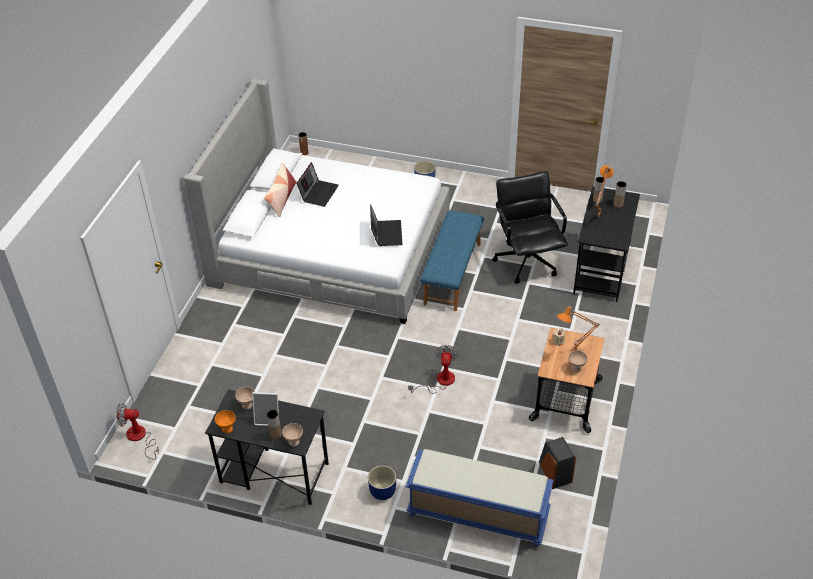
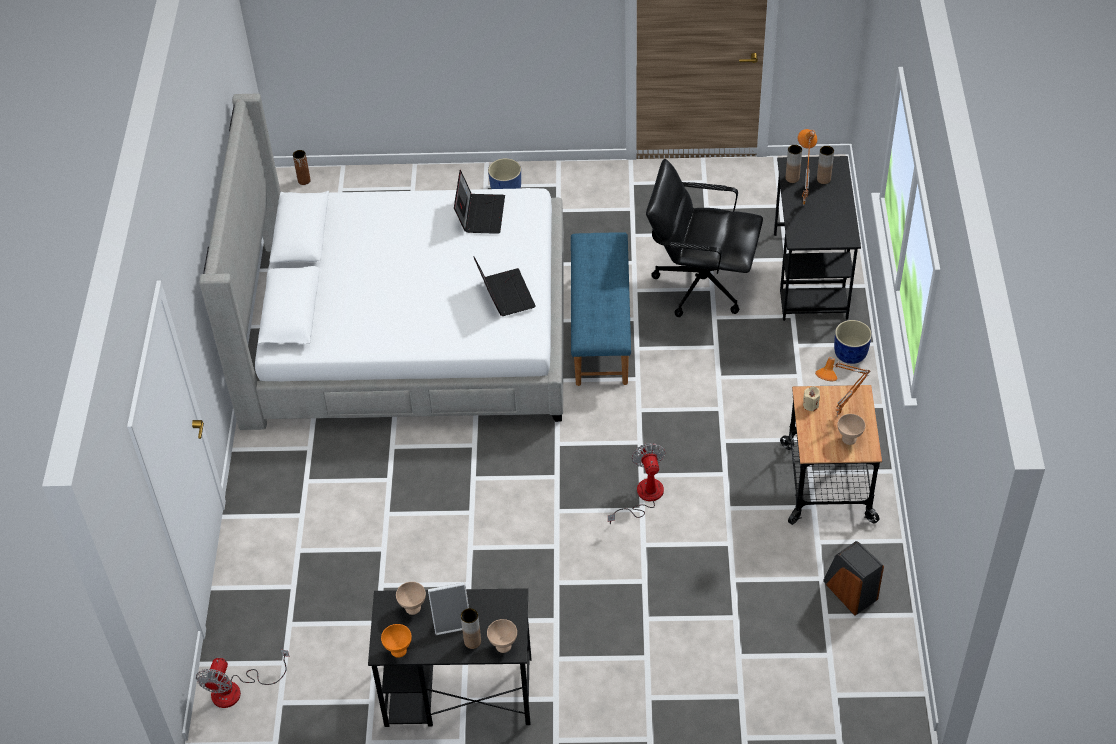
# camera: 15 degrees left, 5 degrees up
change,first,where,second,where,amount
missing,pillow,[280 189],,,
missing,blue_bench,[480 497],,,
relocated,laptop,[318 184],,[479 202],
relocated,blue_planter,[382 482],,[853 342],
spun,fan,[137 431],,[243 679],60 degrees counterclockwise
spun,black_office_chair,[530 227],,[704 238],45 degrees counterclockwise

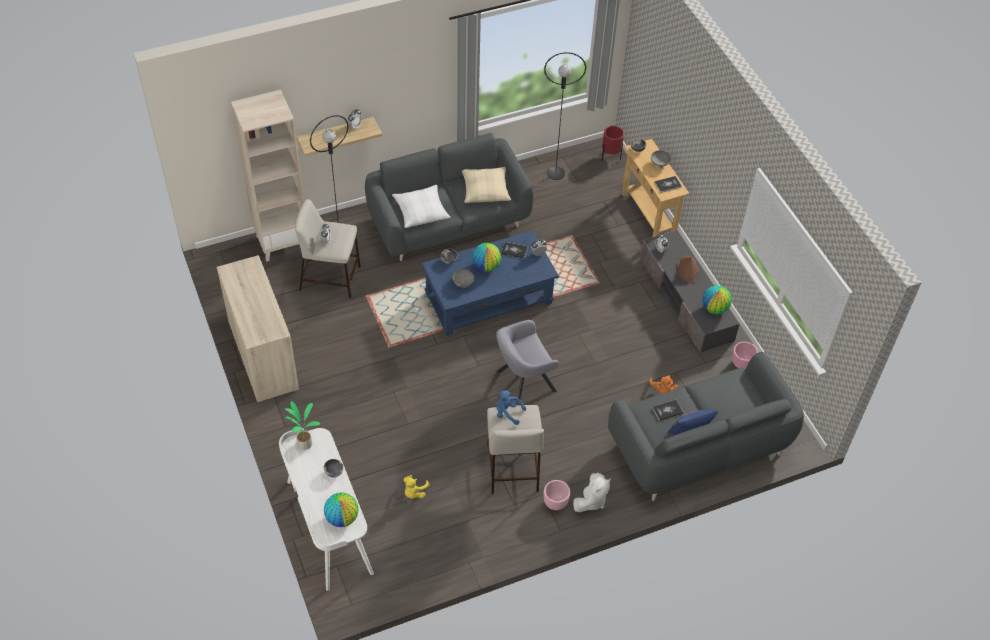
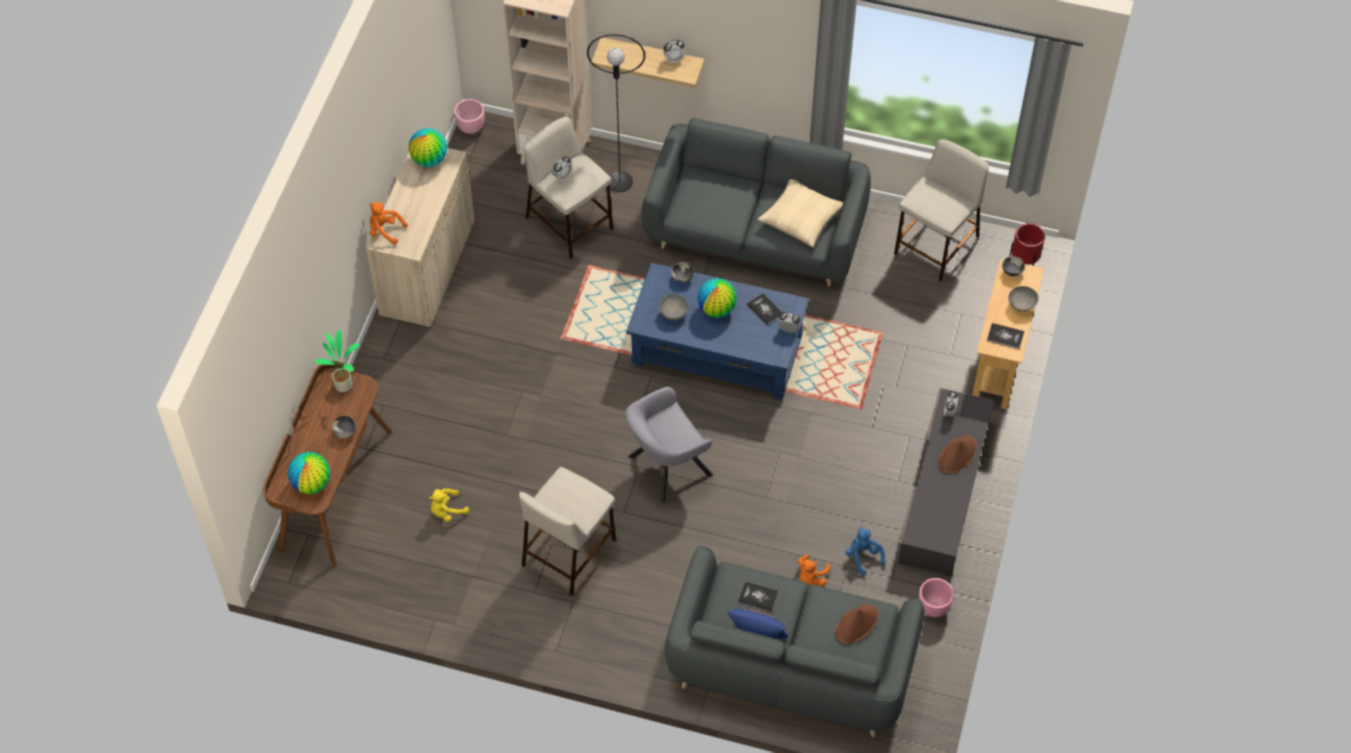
# camera: 40 degrees right, 5 degrees up
change,first,where,second,where,amount
missing,white_pillow,[421 206],,,
missing,white_plush_toy,[592 492],,,
appeared,,,orange_plush_toy,[388 223],
appeared,,,brown_hat,[857 624],
relocated,blue_plush_toy,[511 407],,[865 550],
relocated,pink_planter,[557 495],,[469 116],
relocated,globe,[717 299],,[428 147],
exchanged,black_floor_lamp,[565 116],beige_stool,[941 210],
colour,white_desk,[326 509],brown_desk,[327 464],
spun,grey_armchair,[527 362],,[669 445],45 degrees counterclockwise

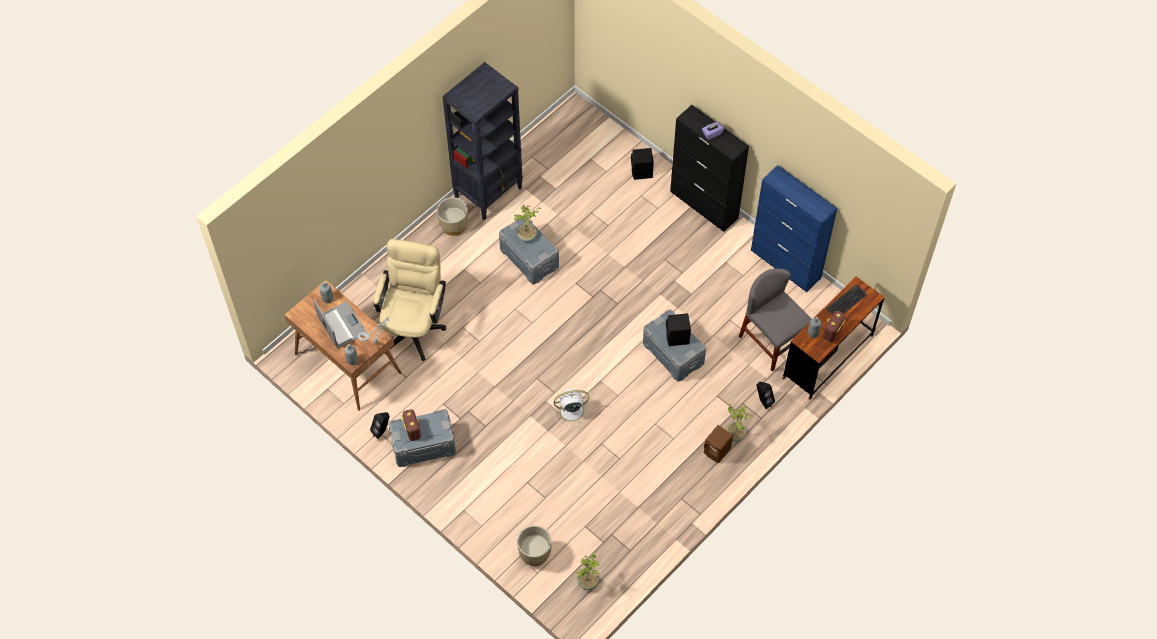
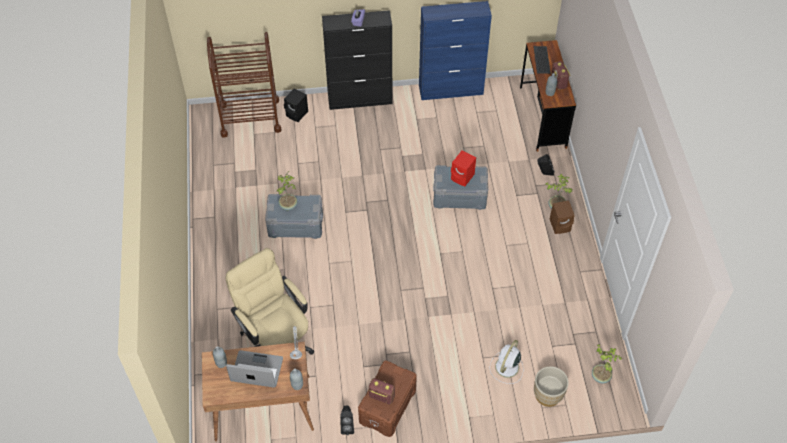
# camera: 50 degrees left, 5 degrees down
change,first,where,second,where,amount
missing,beige_planter,[452 216],,,
missing,black_bookcase,[482 141],,,
missing,grey_chair,[775 320],,,
appeared,,,brown_cart,[244 85],
relocated,white_fan,[572 408],,[506 362],
colour,grey_storage_box,[422 438],brown_storage_box,[387 398],
colour,black_speaker,[678 329],red_speaker,[463 168],

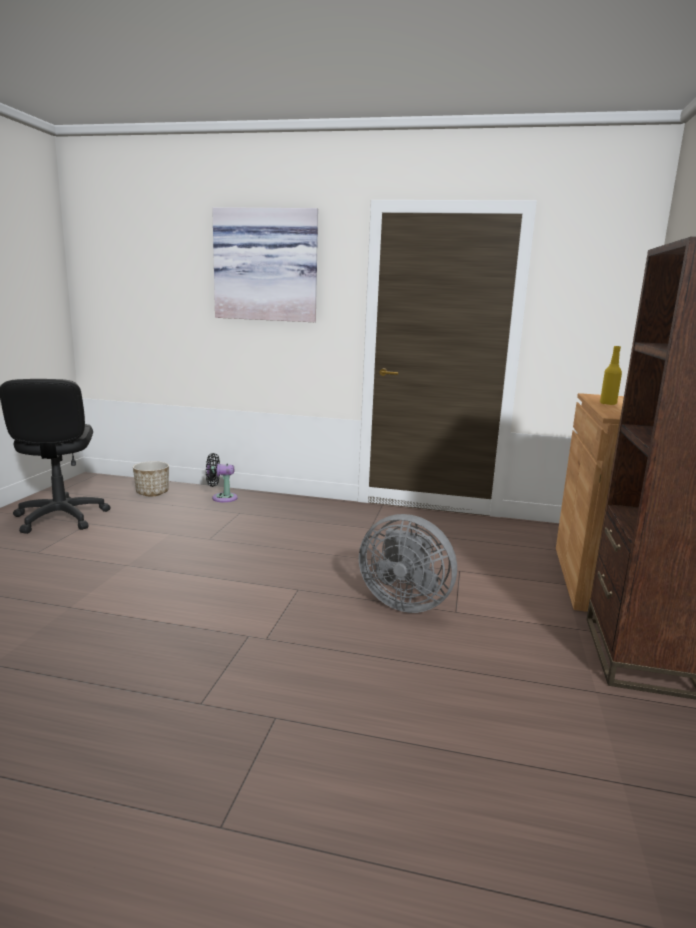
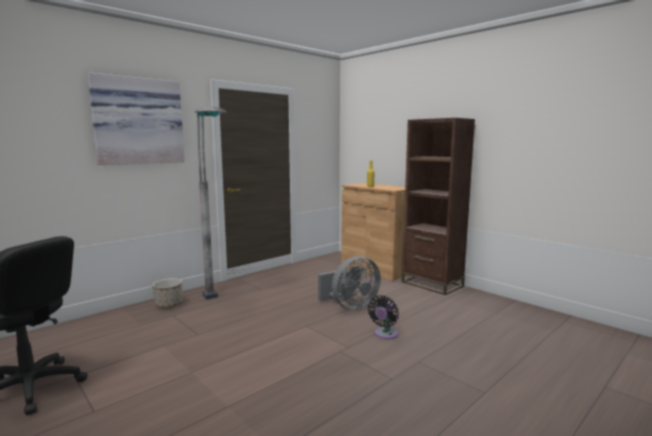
# camera: 55 degrees left, 5 degrees down
change,first,where,second,where,amount
appeared,,,grey_floor_lamp,[210 203],
relocated,planter,[151 478],,[167 293],
relocated,black_fan,[222 478],,[383 317],

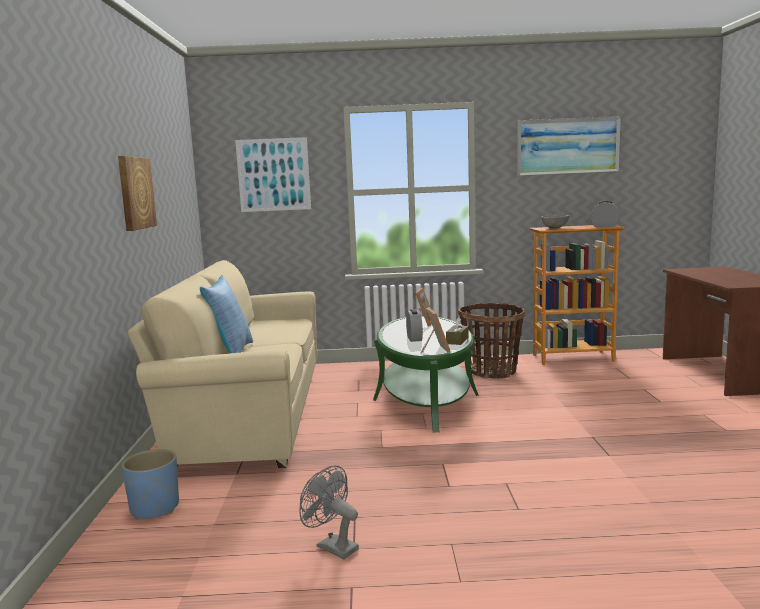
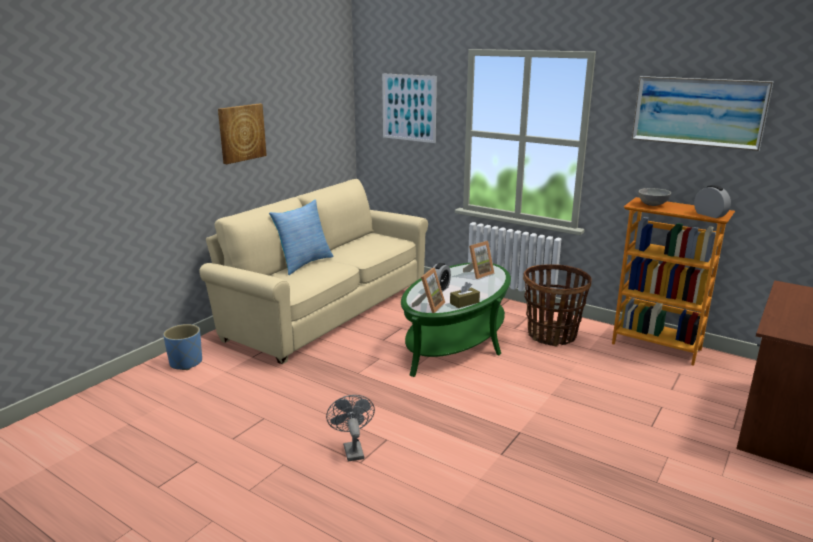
# camera: 35 degrees right, 10 degrees up
change,first,where,second,where,amount
relocated,grey_fan,[329 512],,[350 428],

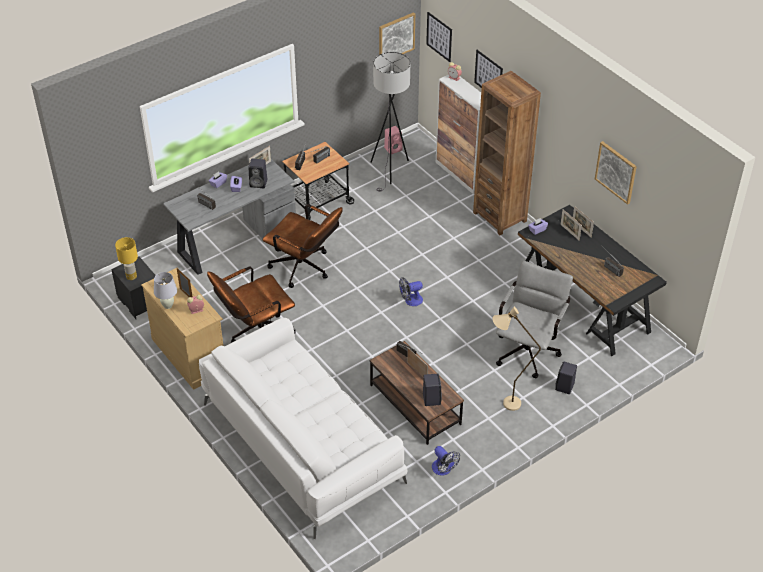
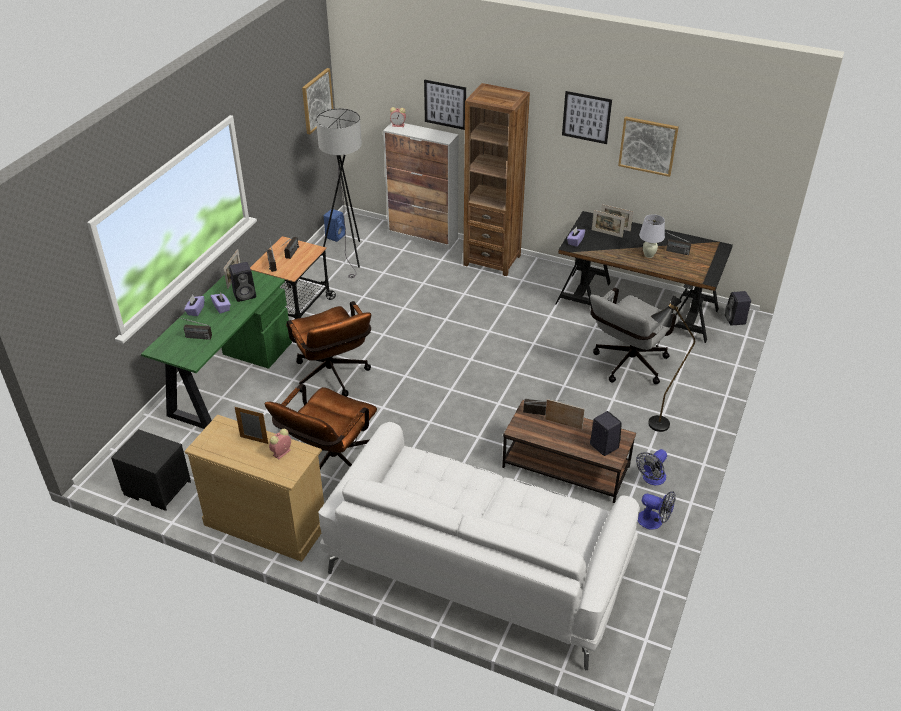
# camera: 30 degrees left, 5 degrees down
change,first,where,second,where,amount
missing,yellow_table_lamp,[126 258],,,
relocated,white_table_lamp,[165 290],,[652 236],
relocated,fan,[411 291],,[651 467],
relocated,picture,[439 37],,[587 117],
relocated,black_speaker,[566 377],,[738 308],
colour,grey_desk,[229 217],green_desk,[216 349],
colour,pink_speaker,[393 140],blue_speaker,[335 225],
colour,beige_floor_lamp,[517 359],black_floor_lamp,[671 364],
spun,brown_office_chair,[303 246],,[328 349],60 degrees clockwise
spun,grey_office_chair,[534 319],,[635 335],135 degrees counterclockwise

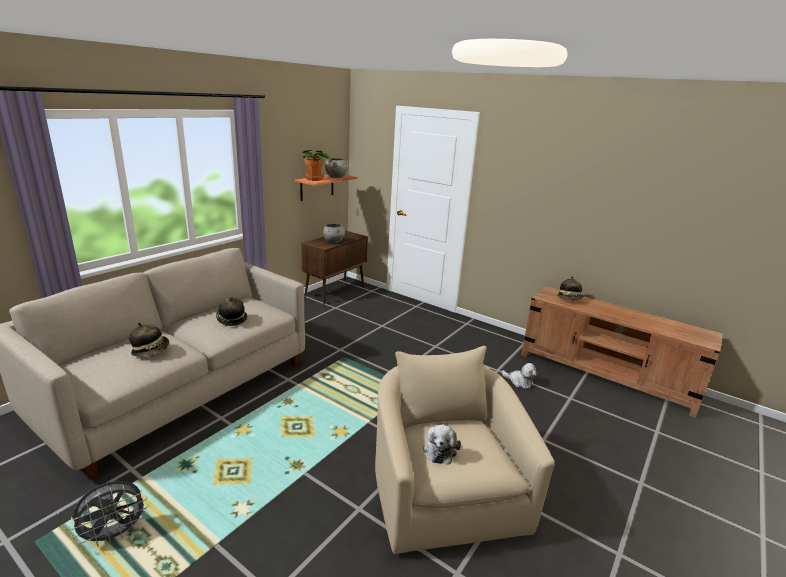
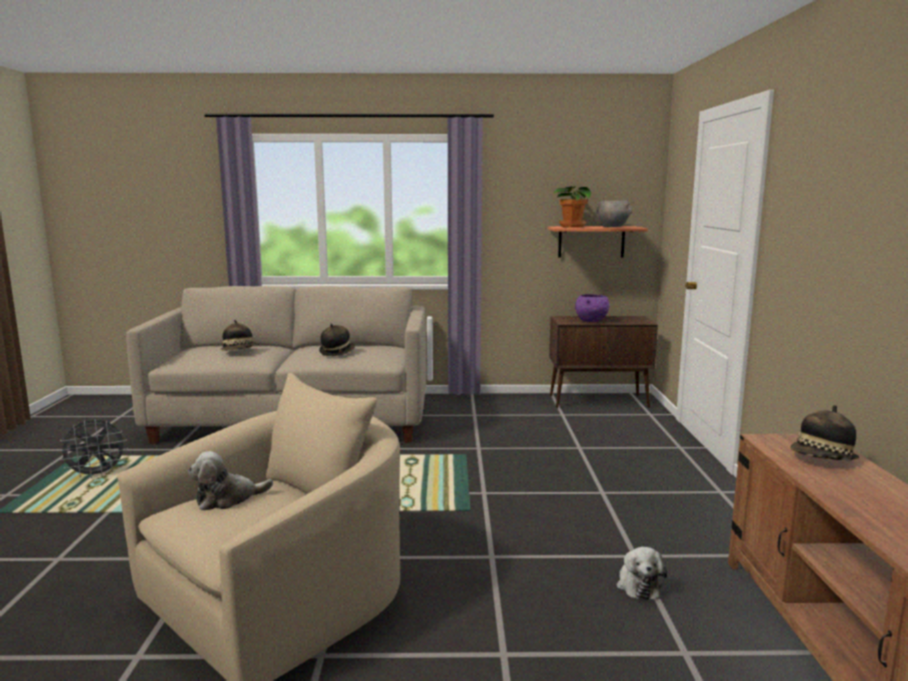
# camera: 55 degrees right, 10 degrees down
change,first,where,second,where,amount
colour,grey_bowl,[334 234],purple_bowl,[592 308],
spun,grey_fan,[109 513],,[93 448],45 degrees counterclockwise

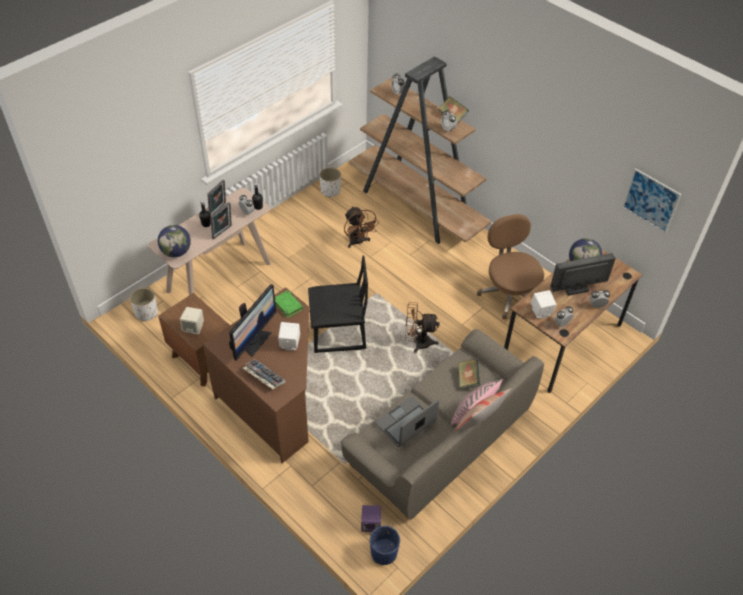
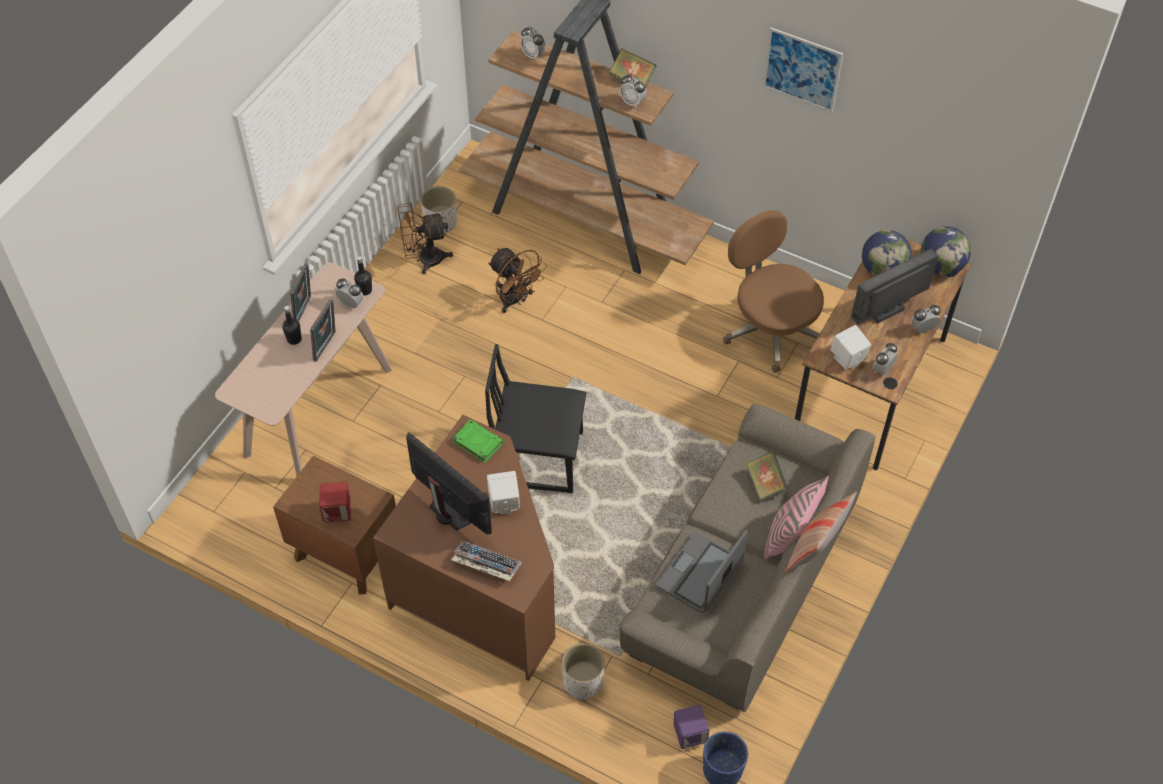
# camera: 15 degrees left, 5 degrees up
change,first,where,second,where,amount
relocated,white_planter,[144 304],,[583 671],
relocated,globe,[174 241],,[946 251],
relocated,brown_fan,[422 327],,[425 238],
relocated,picture,[651 201],,[802 70],
colour,beige_speaker,[192 320],red_speaker,[335 502],
spun,monitor,[252 322],,[449 483],60 degrees counterclockwise
spun,black_chair,[338 304],,[536 418],150 degrees counterclockwise

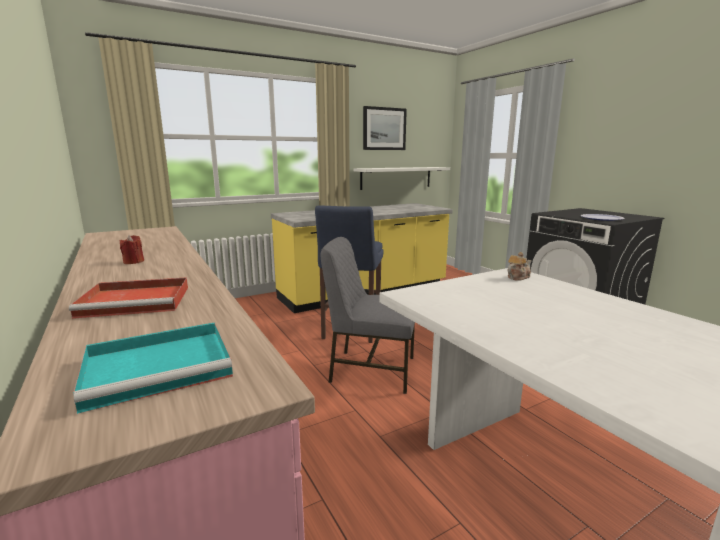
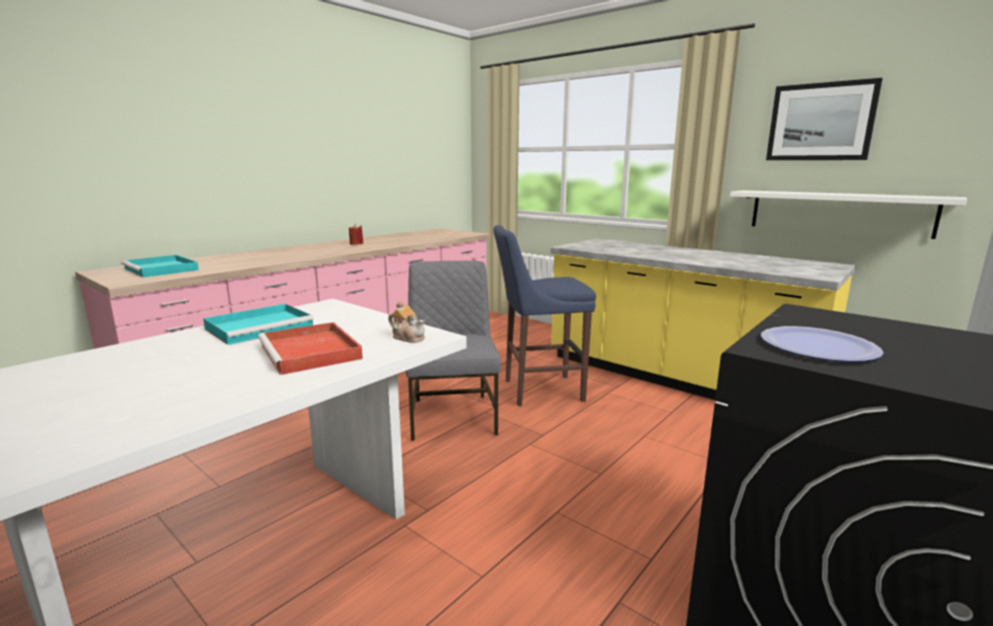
# camera: 70 degrees right, 0 degrees up
change,first,where,second,where,amount
appeared,,,turquoise_tray,[258 324],
relocated,red_tray,[128 298],,[310 348],

